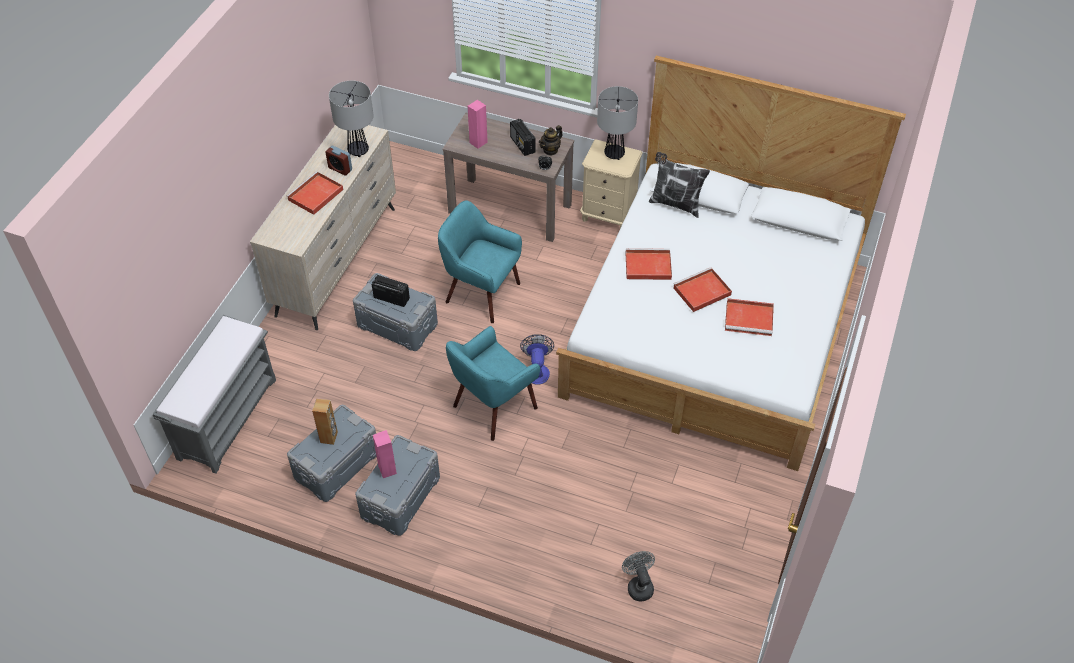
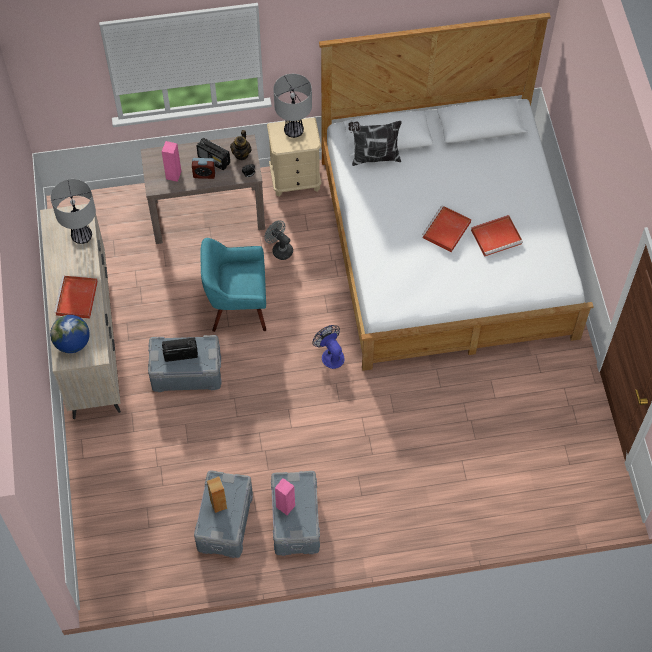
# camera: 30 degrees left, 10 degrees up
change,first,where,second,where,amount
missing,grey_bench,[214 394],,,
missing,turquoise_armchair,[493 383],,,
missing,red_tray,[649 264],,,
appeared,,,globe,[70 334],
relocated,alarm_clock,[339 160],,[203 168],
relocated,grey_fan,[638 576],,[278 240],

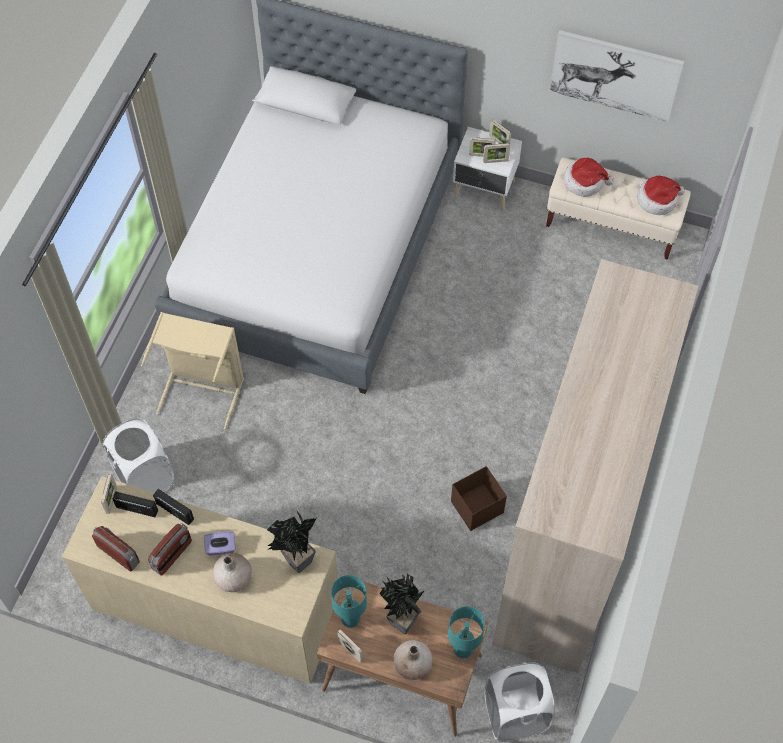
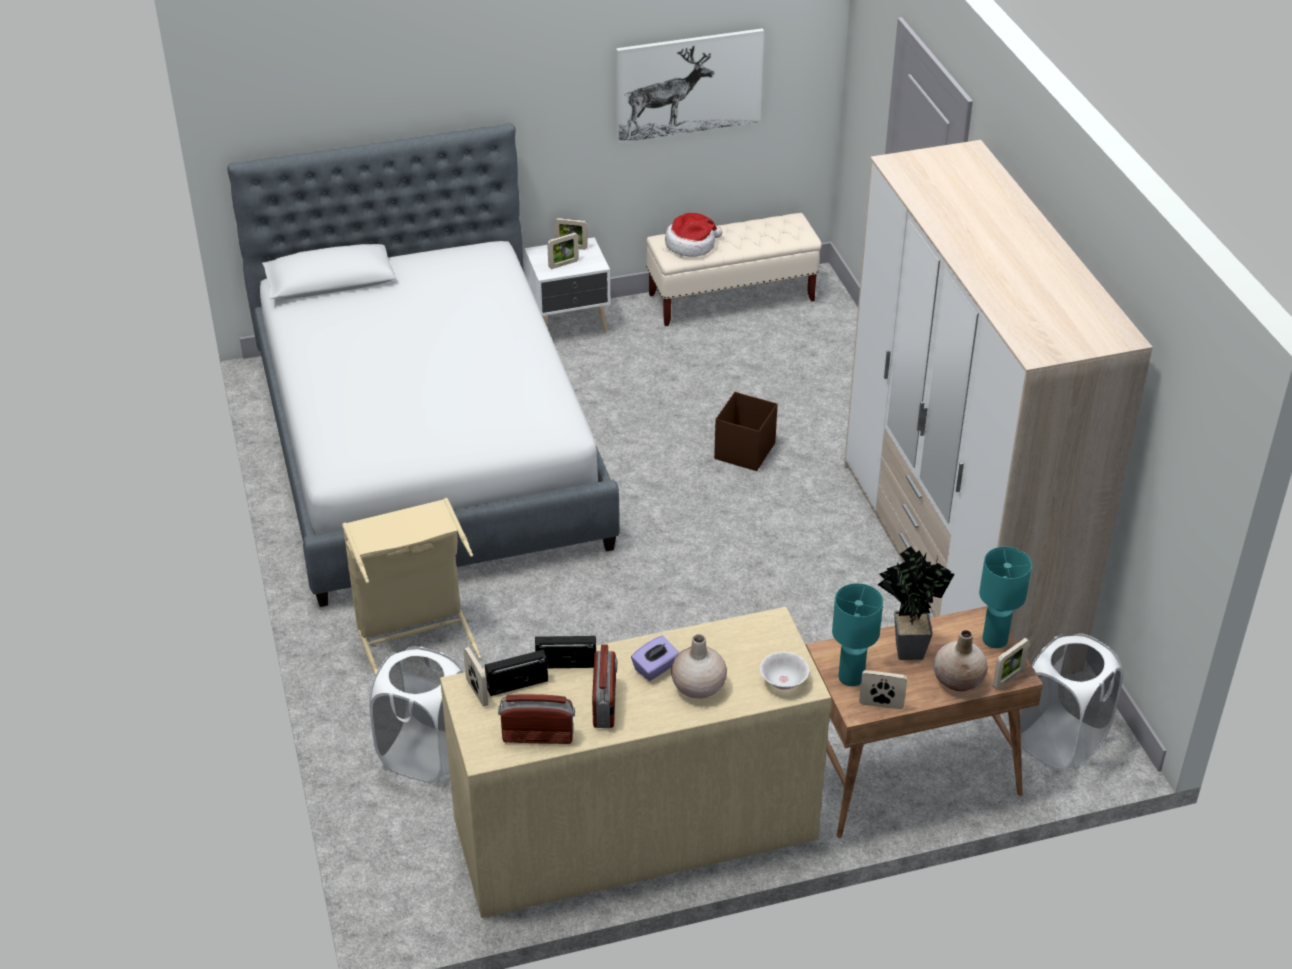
# camera: 35 degrees left, 20 degrees down
change,first,where,second,where,amount
missing,potted_plant,[292 542],,,
missing,hat,[661 195],,,
appeared,,,white_bowl,[784 671],
relocated,brown_storage_box,[479 498],,[746 431],
relocated,picture_frame,[496 153],,[1011 663],

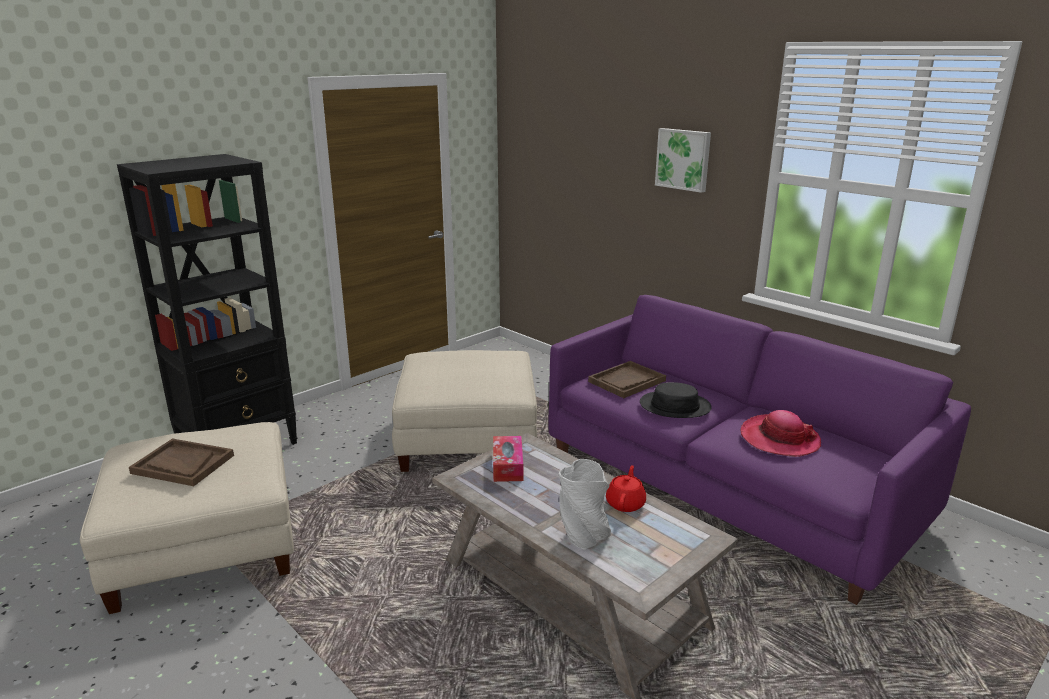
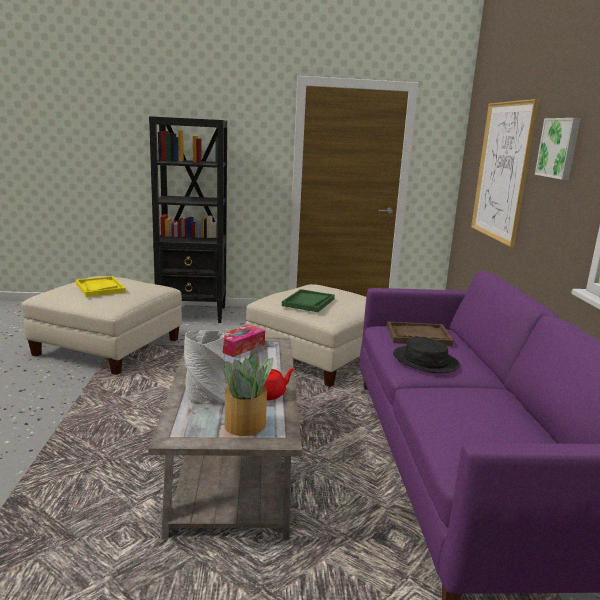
# camera: 40 degrees right, 5 degrees down
change,first,where,second,where,amount
missing,hat,[781 433],,,
appeared,,,potted_plant,[248 394],
appeared,,,green_tray,[308 300],
appeared,,,picture,[505 173],
colour,brown_tray,[181 462],yellow_tray,[101 286],

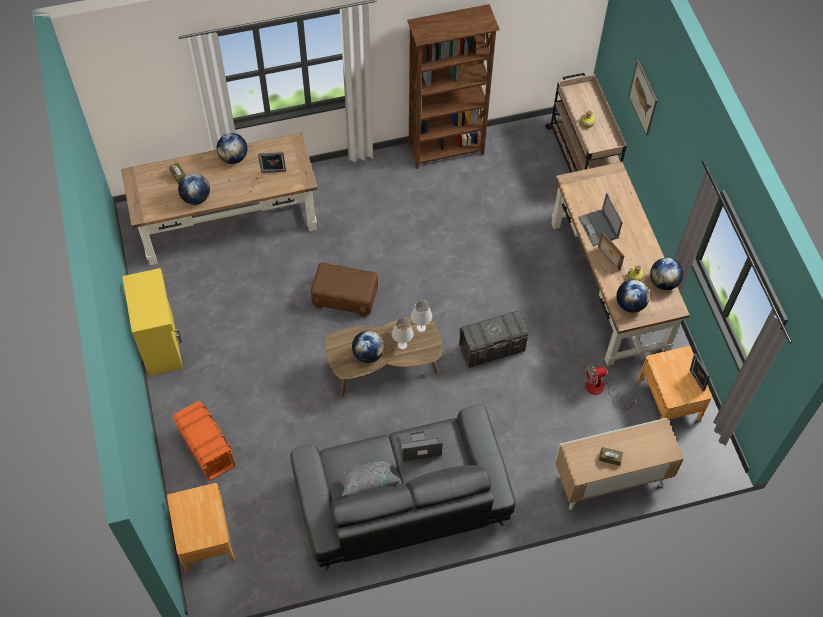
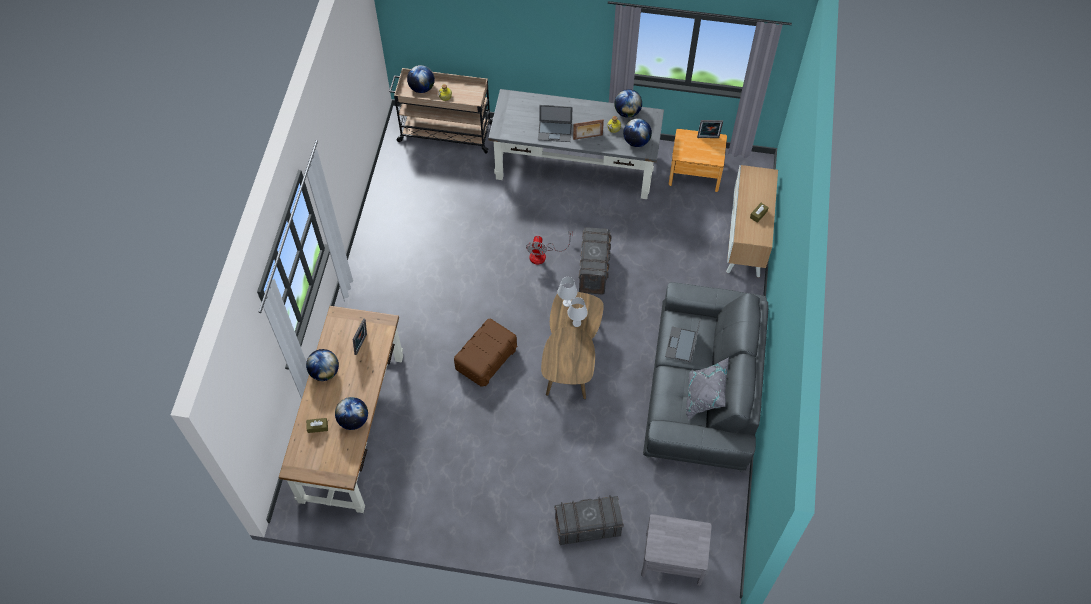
# camera: 65 degrees left, 0 degrees up
change,first,where,second,where,amount
missing,yellow_cabinet,[152 322],,,
missing,brown_bookcase,[453 86],,,
missing,picture,[643 98],,,
relocated,globe,[368 347],,[421 79],
relocated,fan,[611 386],,[549 247],
colour,brown_nightstand,[201 527],grey_nightstand,[676 550],
colour,orange_storage_box,[203 441],grey_storage_box,[589 520],
colour,brown_desk,[620 264],grey_desk,[576 144],

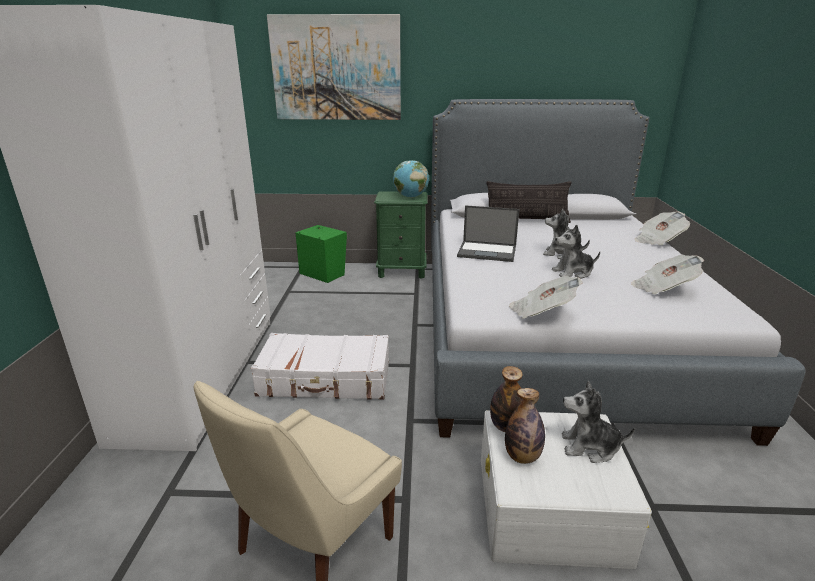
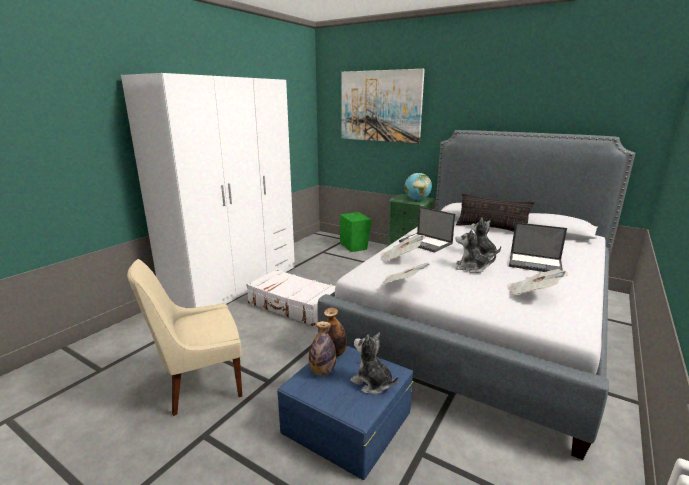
# camera: 30 degrees right, 5 degrees down
change,first,where,second,where,amount
appeared,,,laptop,[538 247],
relocated,newspaper,[662 228],,[403 248],
colour,white_storage_box,[566 489],blue_storage_box,[345 413],

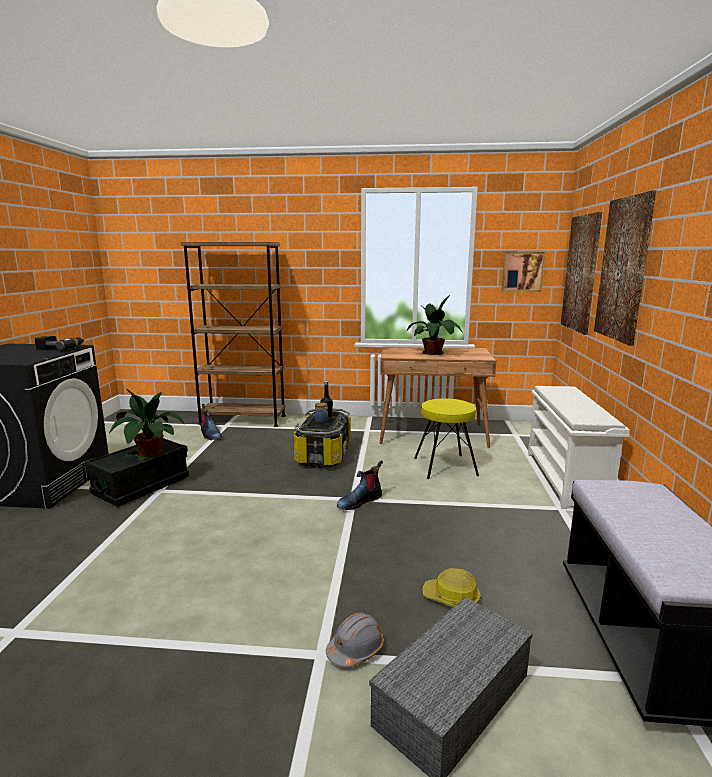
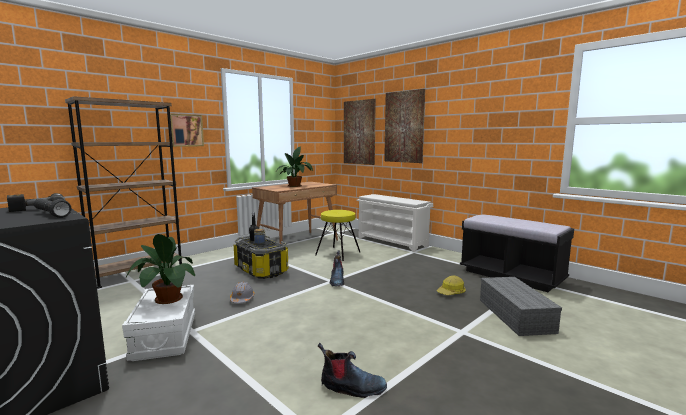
# camera: 50 degrees left, 5 degrees down
change,first,where,second,where,amount
appeared,,,black_flashlight,[52 208],
relocated,boot,[211 422],,[352 370],
relocated,grey_hard_hat,[355 640],,[242 292],
relocated,picture,[523 272],,[187 130],
colour,black_storage_box,[136 472],white_storage_box,[158 323],

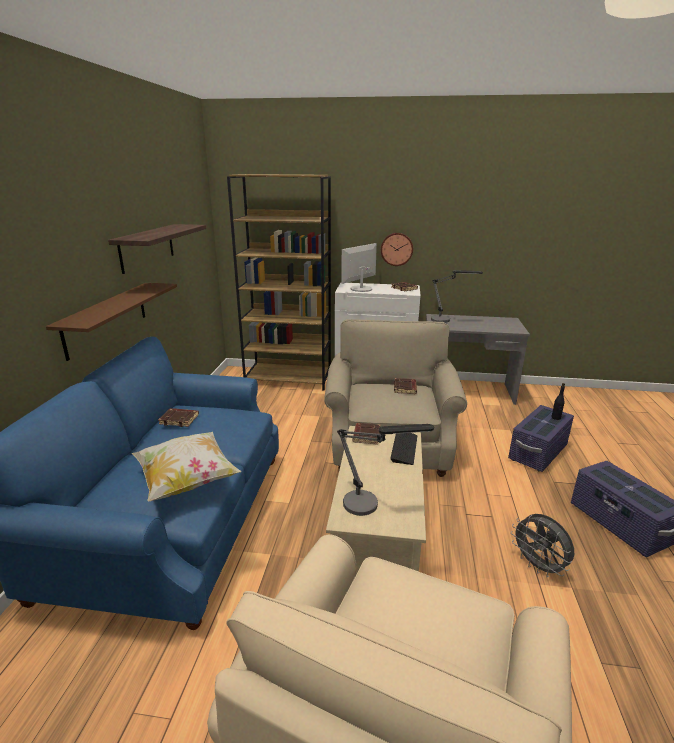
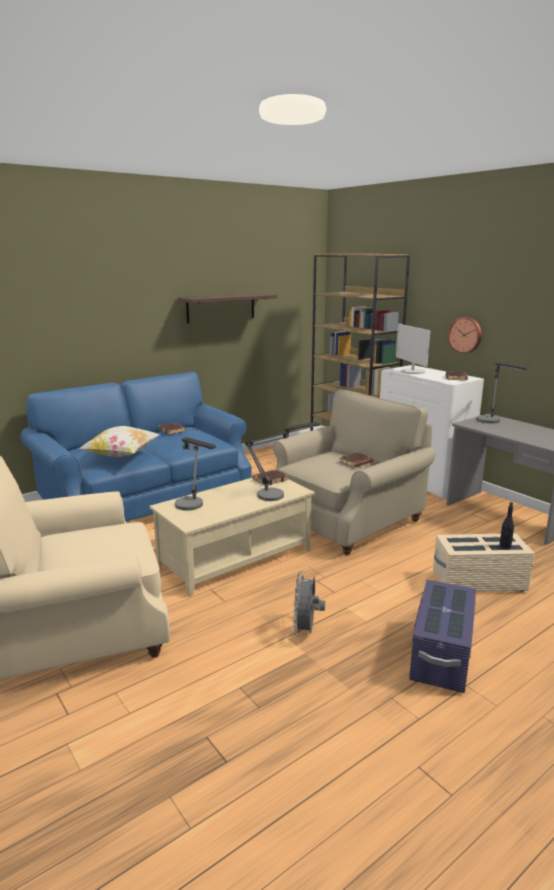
# camera: 45 degrees right, 5 degrees down
change,first,where,second,where,amount
missing,brown_shelf,[111 322],,,
exchanged,keyboard,[403 449],table_lamp,[282 461],
colour,purple_storage_box,[541 438],beige_storage_box,[484 562],
spun,monitor,[359 267],,[413 349],105 degrees counterclockwise

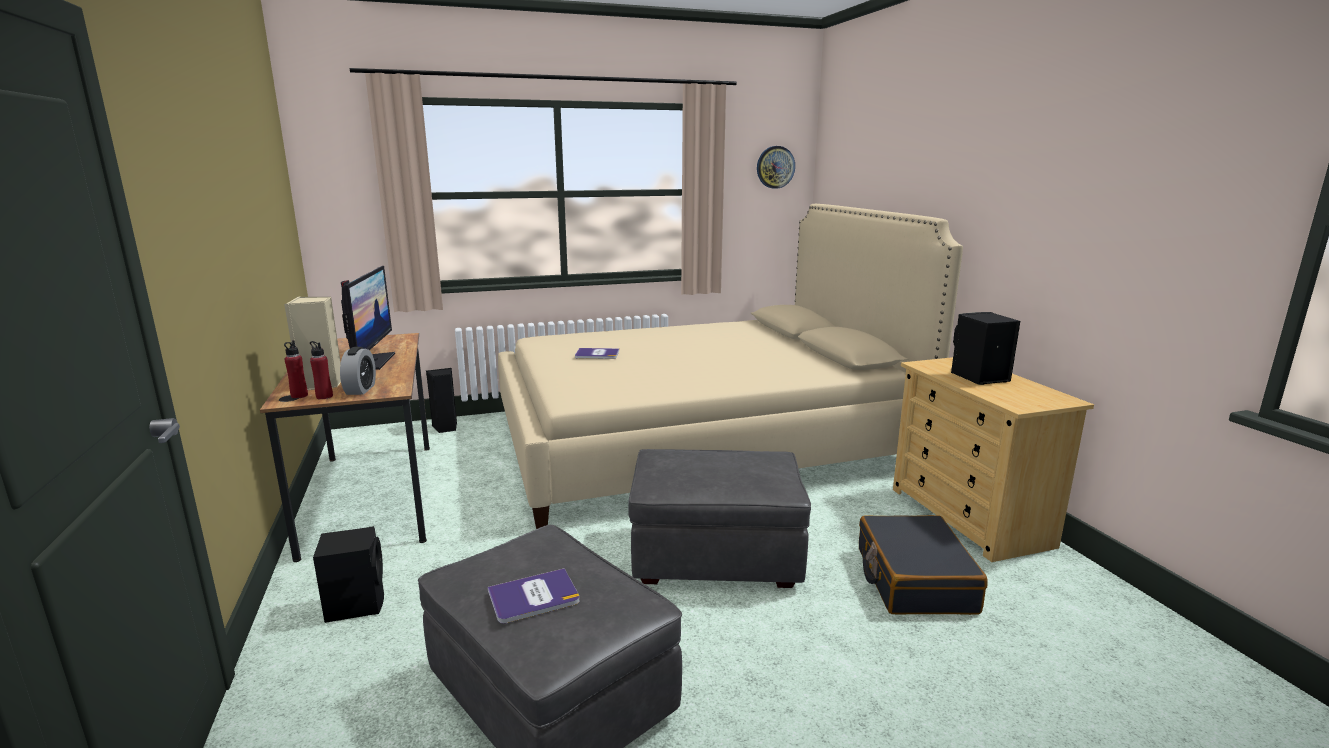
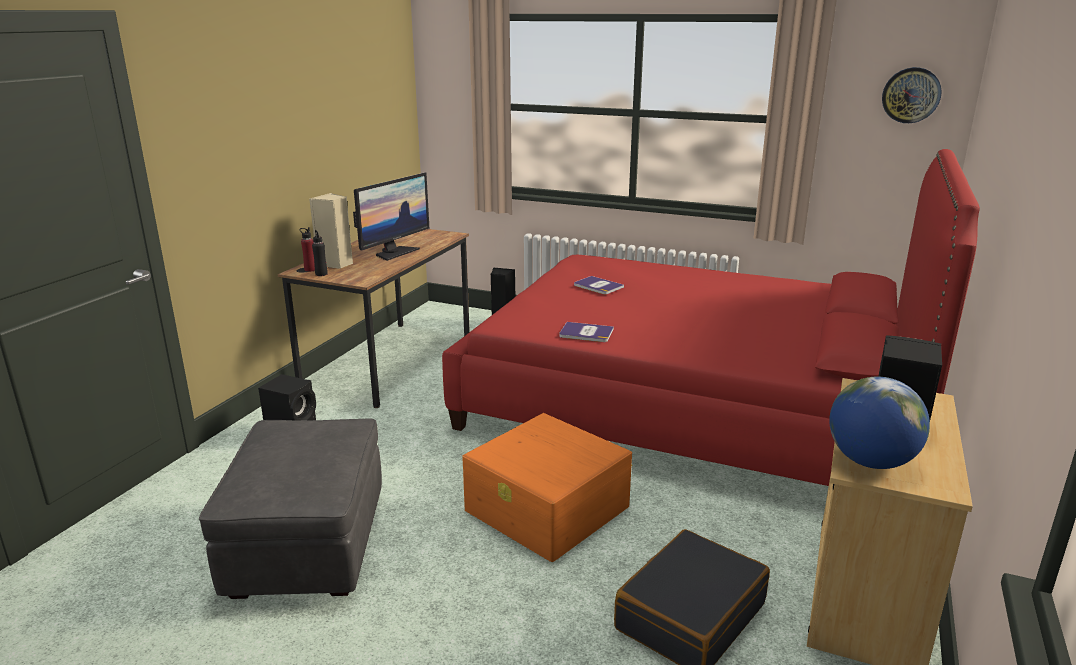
# camera: 40 degrees right, 5 degrees up
change,first,where,second,where,amount
missing,alarm_clock,[358 371],,,
appeared,,,globe,[879 423],
relocated,book,[533 596],,[586 332],
exchanged,grey_ottoman,[719 518],orange_storage_box,[547 487],
colour,red_bottle,[321 370],black_bottle,[320 253],
colour,beige_bed,[730 366],red_bed,[711 317],

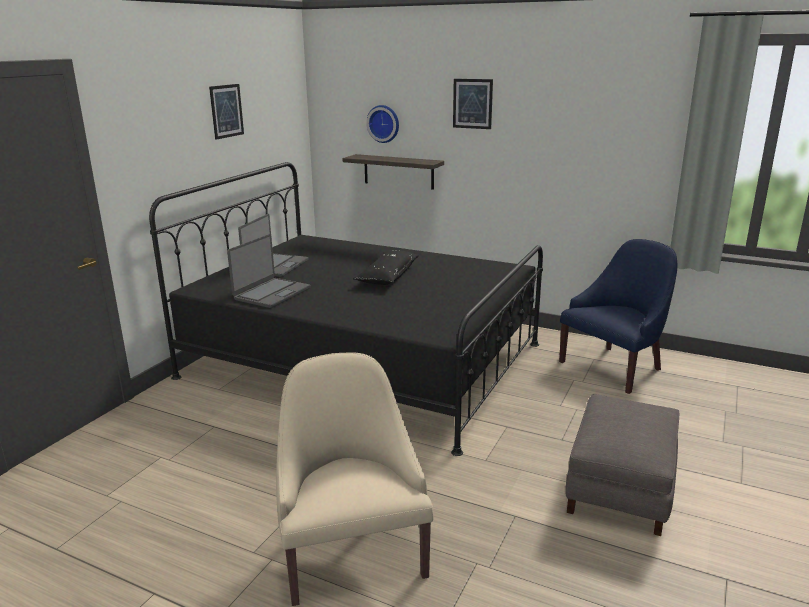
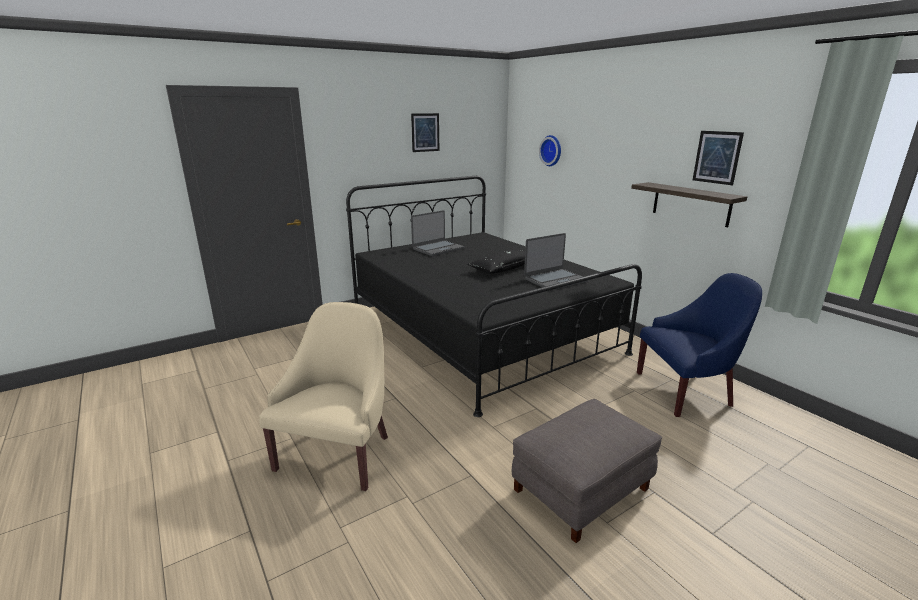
# camera: 30 degrees right, 0 degrees up
change,first,where,second,where,amount
relocated,laptop,[269 271],,[556 262],
relocated,shelf,[393 172],,[689 204],
relocated,picture,[473 104],,[718 158],

